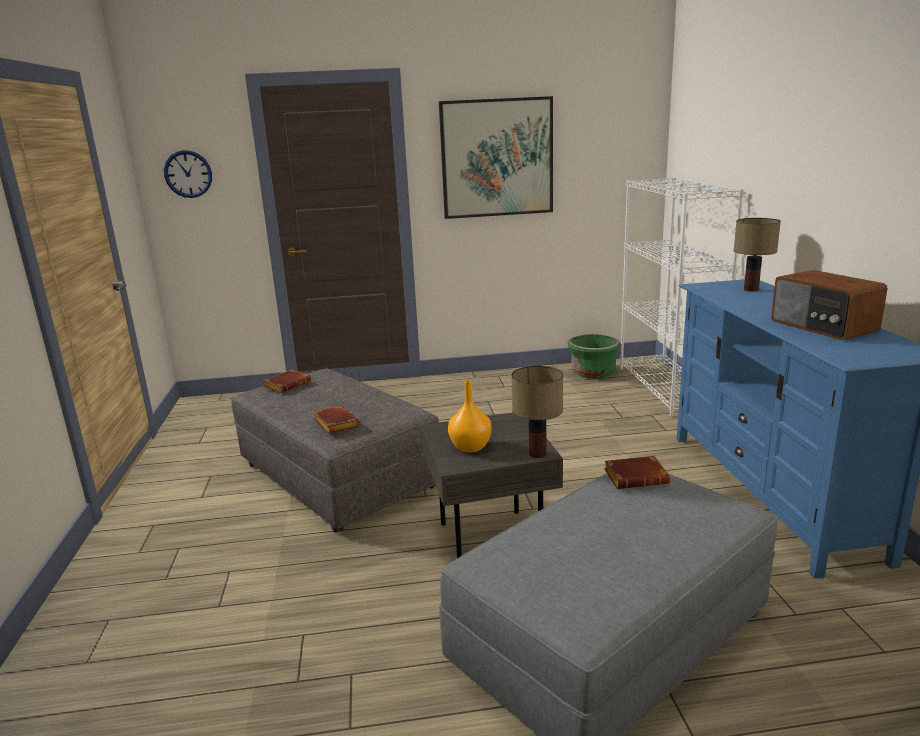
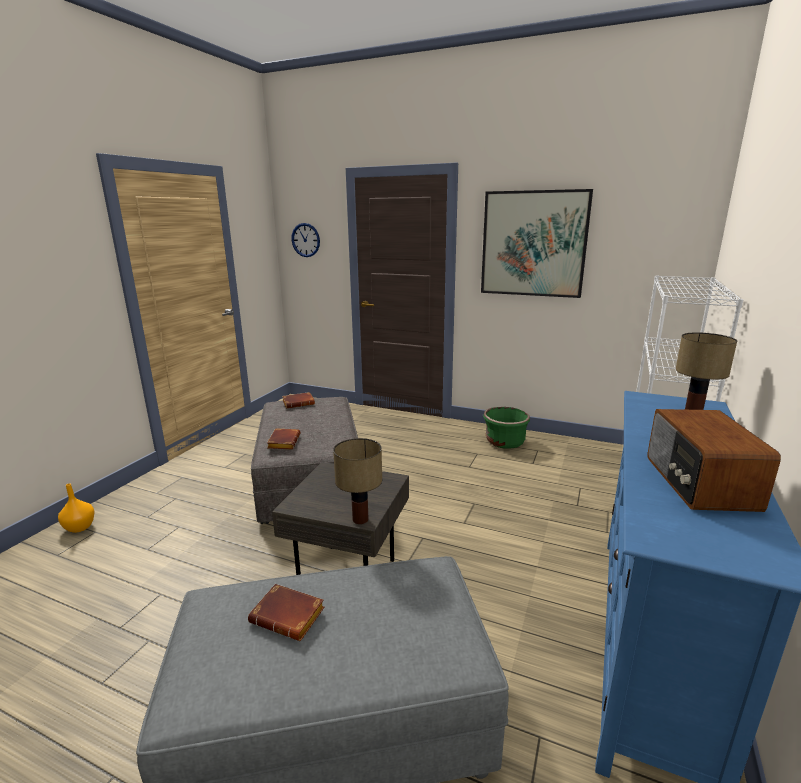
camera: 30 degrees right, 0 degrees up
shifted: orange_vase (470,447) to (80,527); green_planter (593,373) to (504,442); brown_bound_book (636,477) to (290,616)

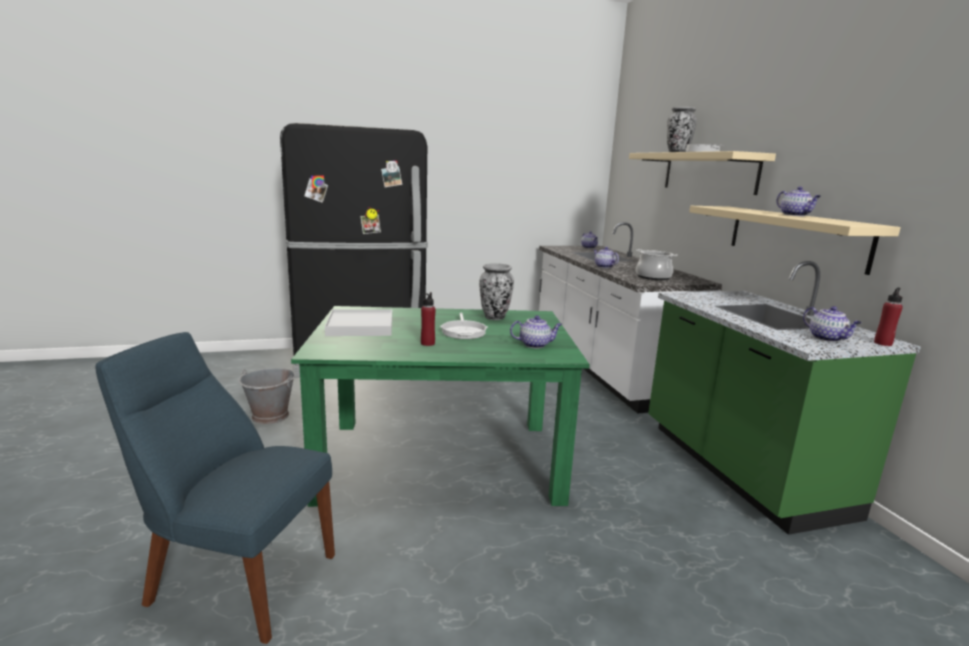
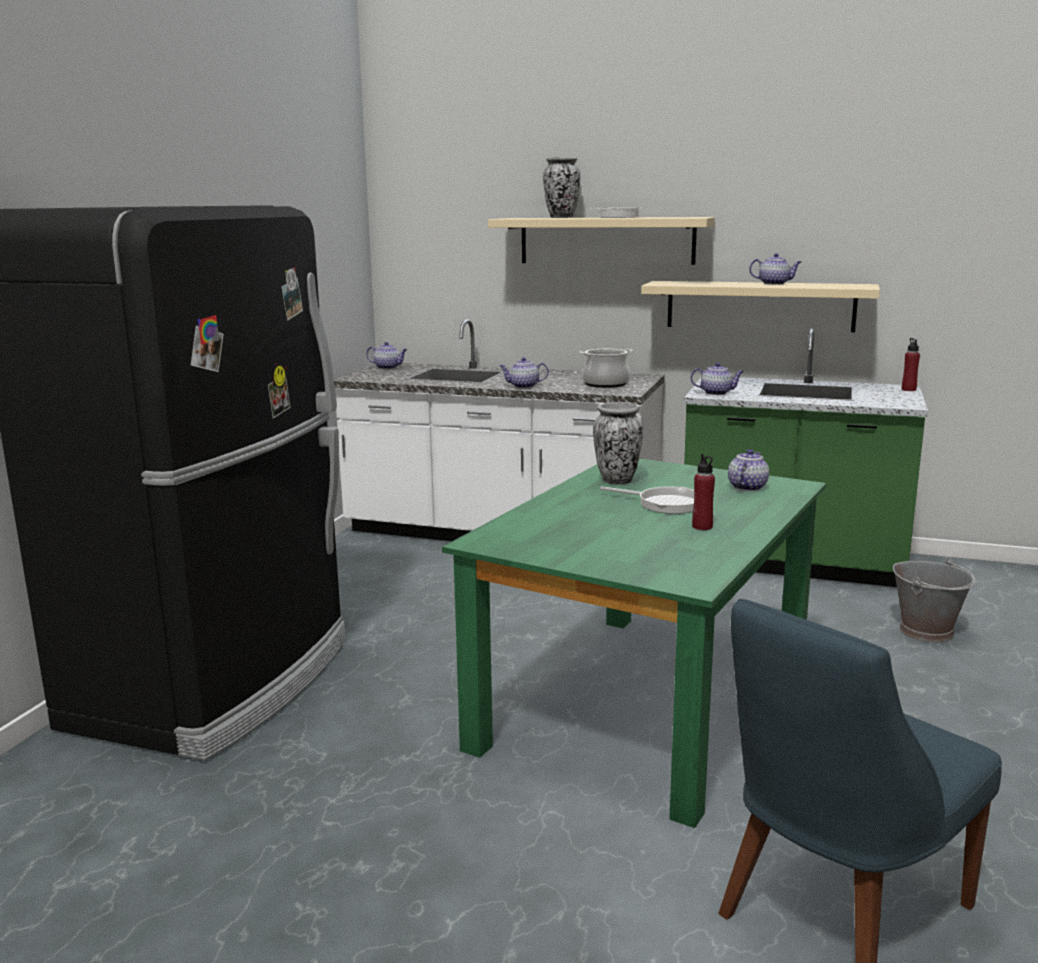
camera: 55 degrees left, 0 degrees up
gone: white-coloured_serving_tray (360,326)
shifted: greyish_bucket (270,416) to (926,631); teapot (827,338) to (716,393)

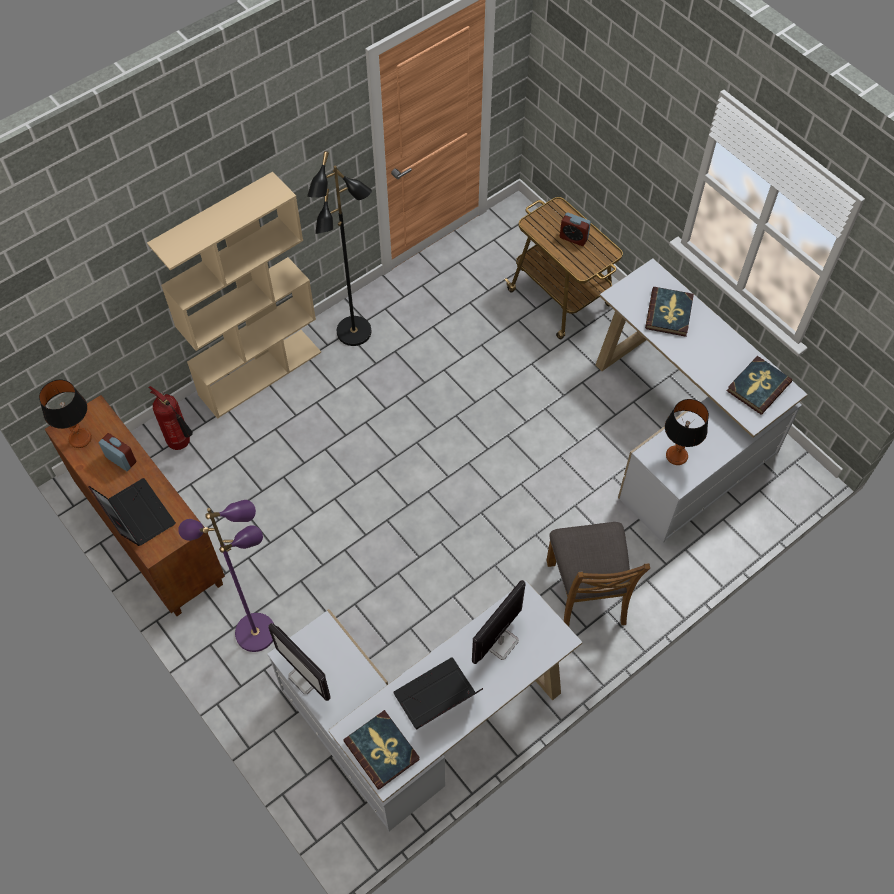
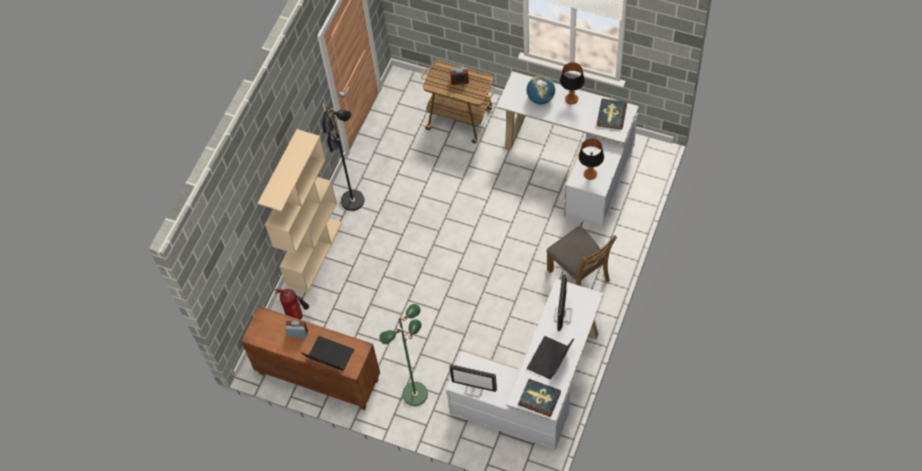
camera: 25 degrees left, 0 degrees up
shifted: tabletop_lamp (80,439) to (571,99)
swapped: bound_book (669,313) to desk_globe (540,98)
repainted: purple-coloured_standing_lamp (256,631) to green_standing_lamp (414,393)

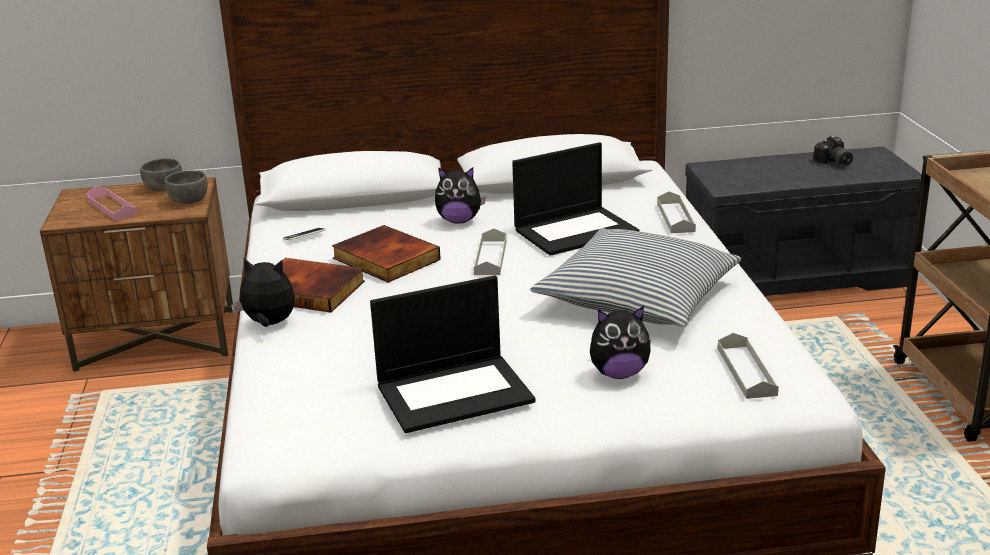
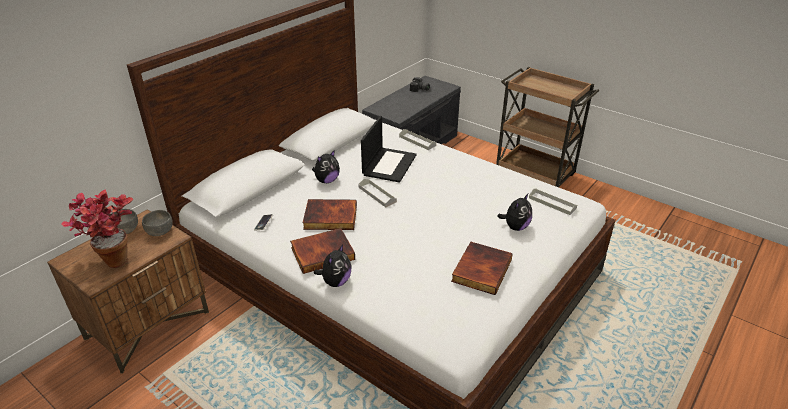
camera: 45 degrees left, 10 degrees up
gone: cushion (638,296)
swapped: pink-coloured_serving_tray (112,207) to plant_in_a_pot (113,258); laptop (455,392) to bound_book (480,270)
rotated: plush_toy (269,324) = (335,282) 150 degrees clockwise

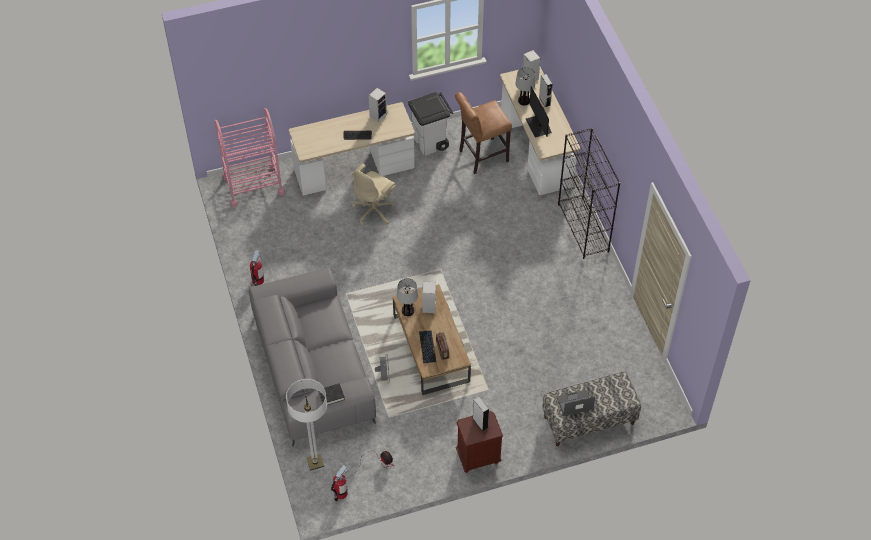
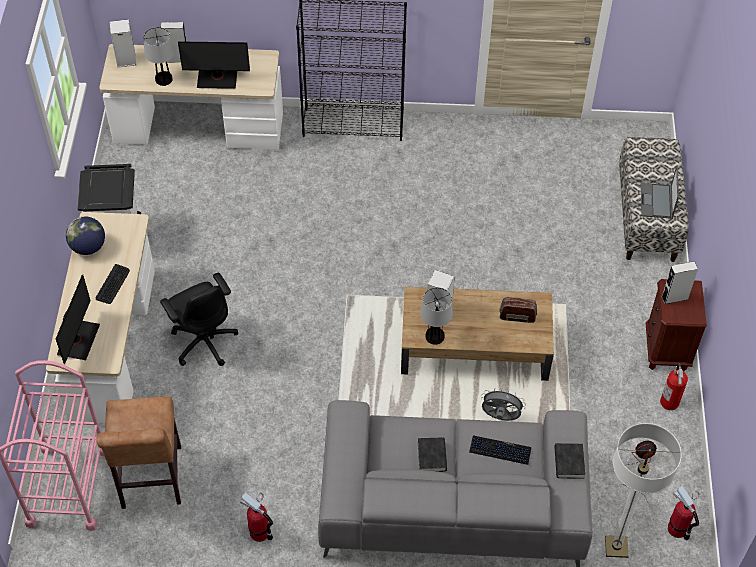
camera: 70 degrees left, 0 degrees up
new: computer_screen (78,340); black_bound_book (432,456); fire_extinguisher (670,402)
shifted: PC_keyboard (427,347) to (500,450); brown_stool (481,157) to (151,481)
swapped: speaker (378,115) to desk_globe (88,247)
repainted: sand-coloured_desk_chair (374,210) to black_desk_chair (204,341)

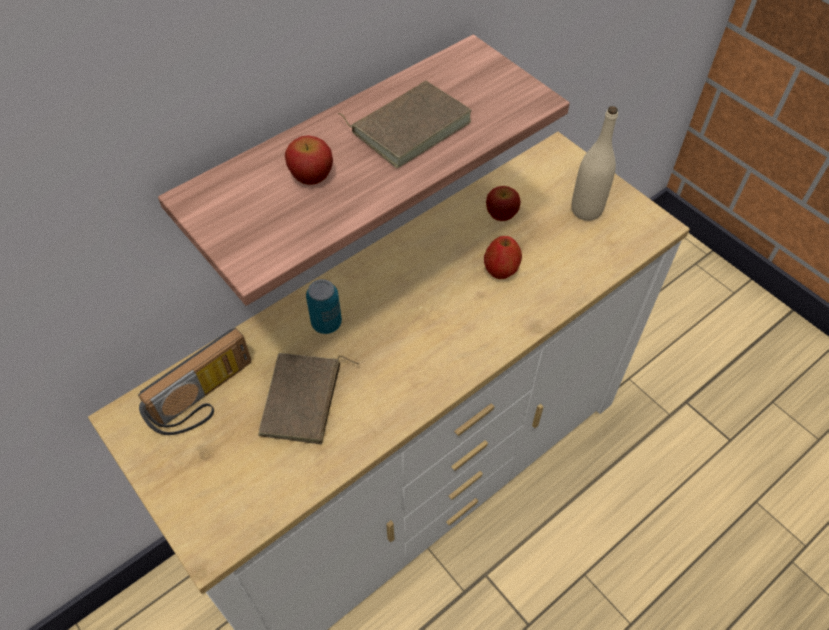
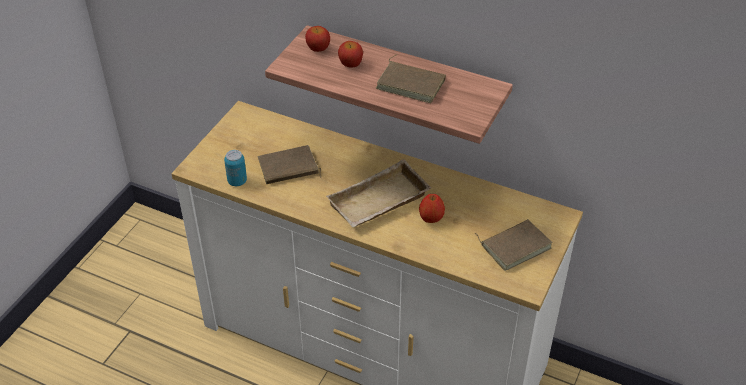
camera: 65 degrees right, 10 degrees down
gone: radio_receiver (206,399)
new: sand-coloured_serving_tray (379,203)
shifted: can (326,323) to (237,181); whole_apple (501,215) to (318,48)
swapped: sand-coloured_bottle (586,210) to brown_bound_book (515,245)

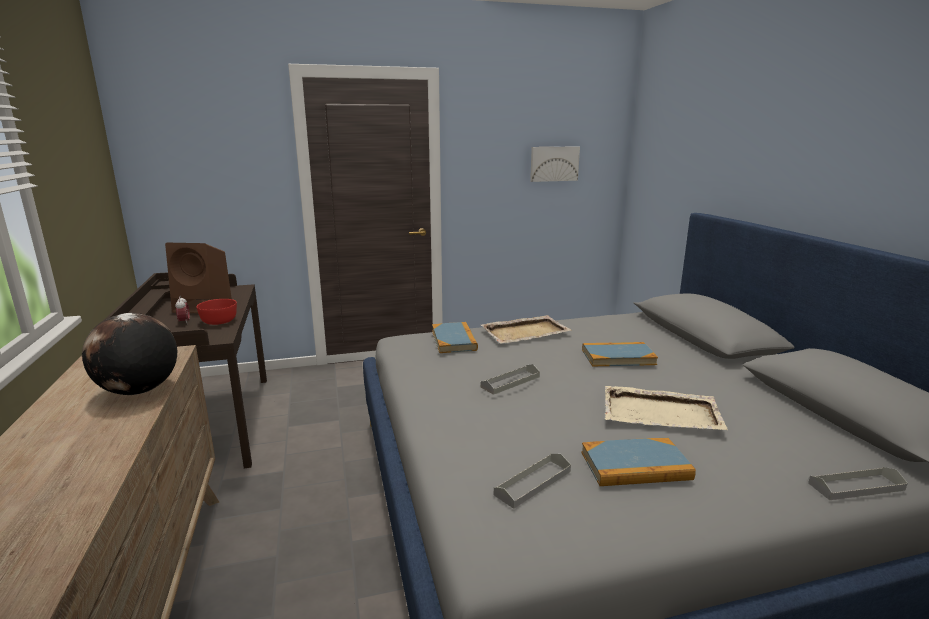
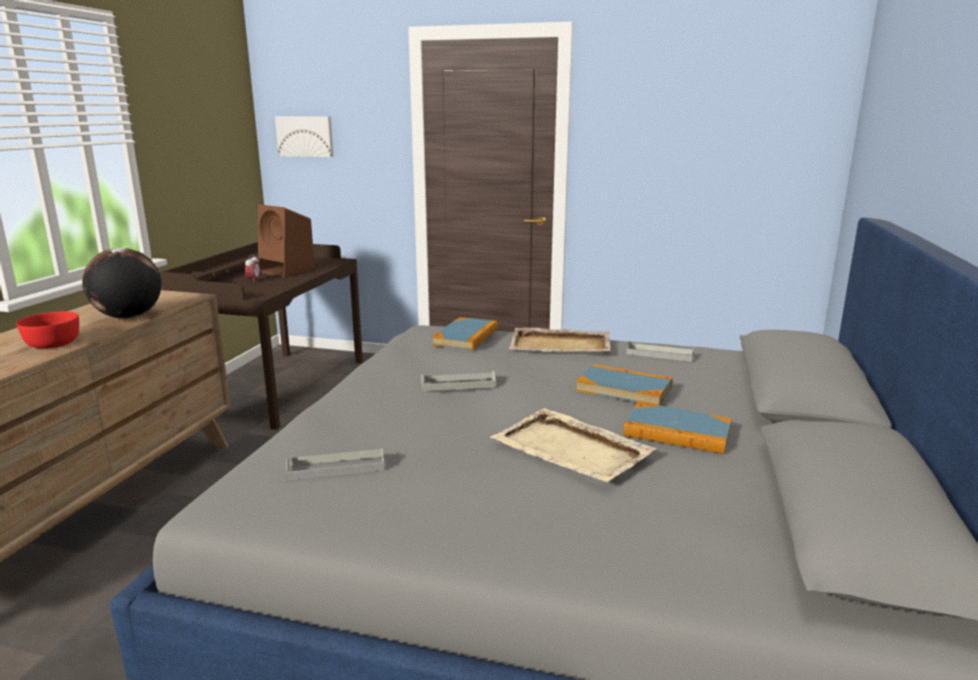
camera: 30 degrees right, 0 degrees up
shifted: red-coloured_deep_dish (218,321) to (52,344); wall_picture (554,163) to (305,136); bound_book (635,466) to (677,432); greyish_serving_tray (856,486) to (659,354)

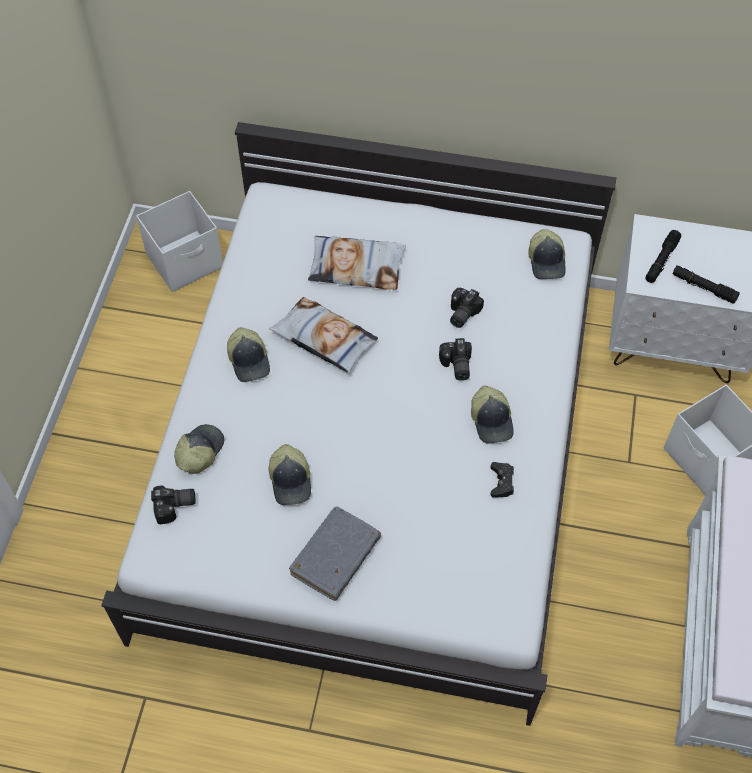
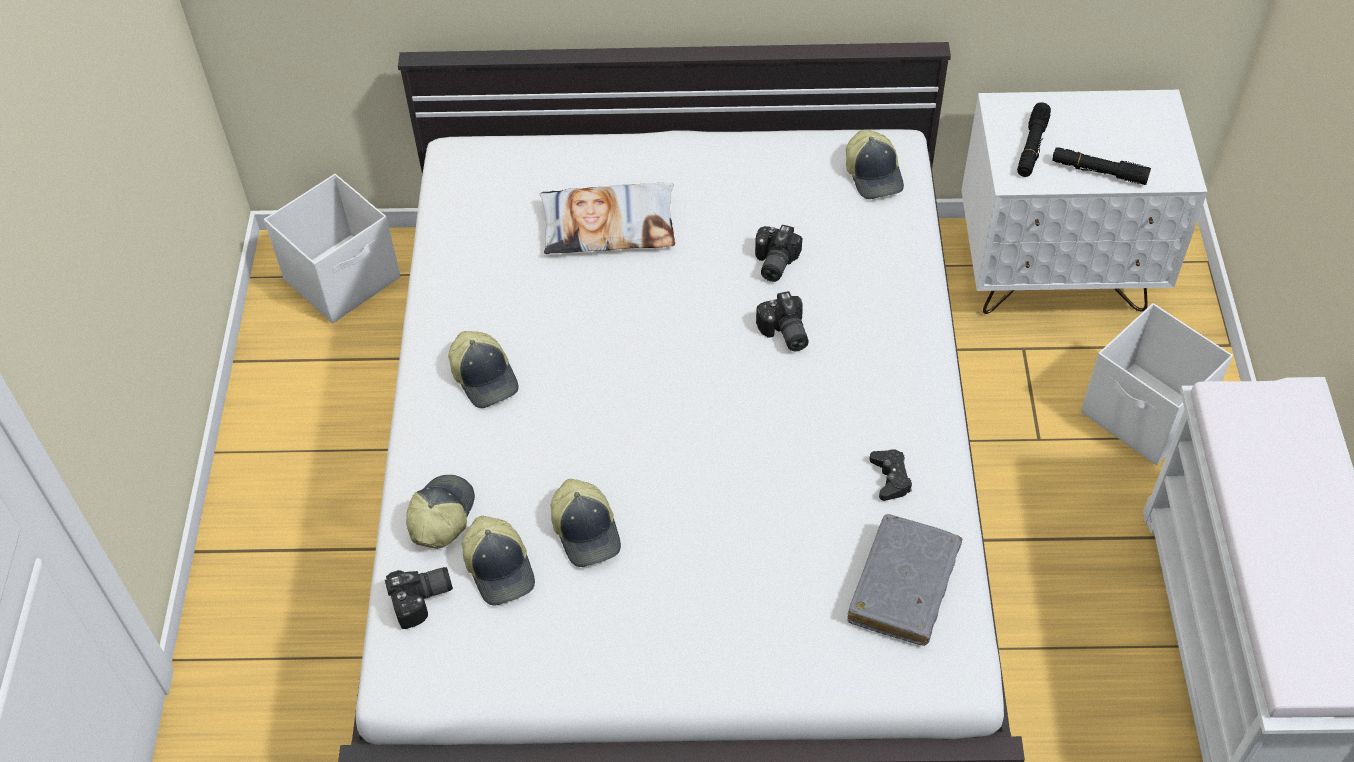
camera: 10 degrees left, 5 degrees down
gone: cushion (323,339)
shifted: greyish_bound_book (335,557) to (903,586); baseball_cap (492,420) to (500,568)

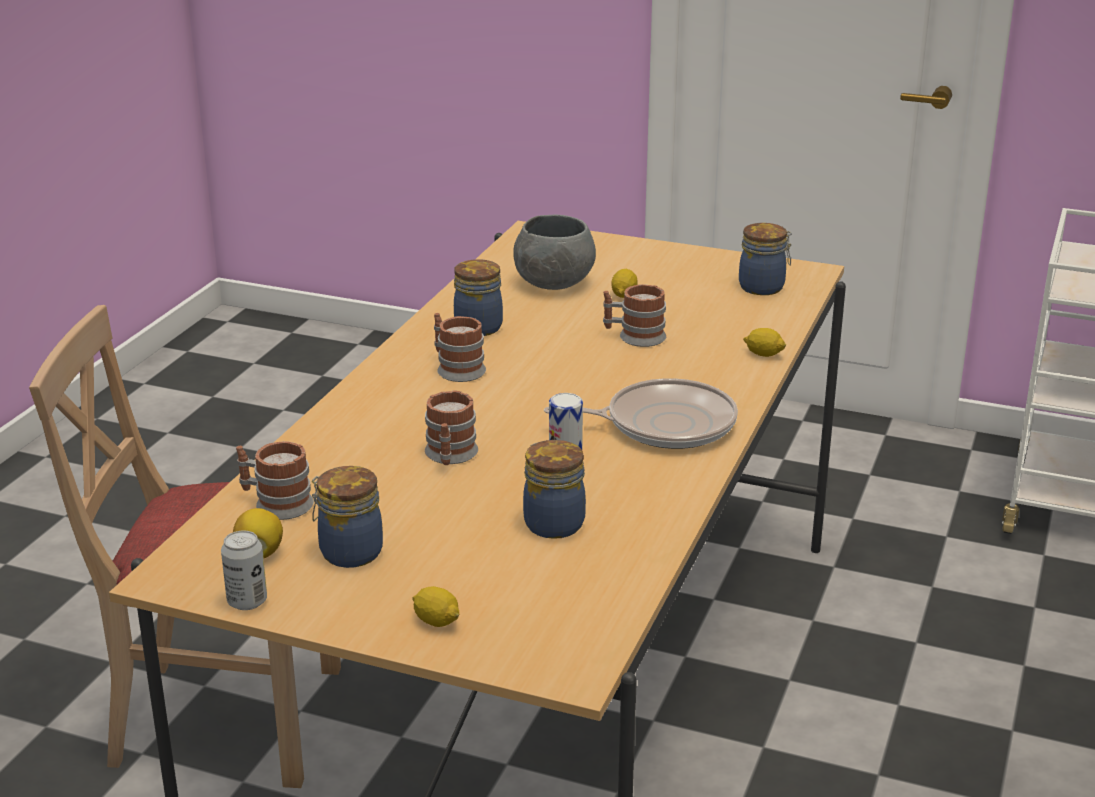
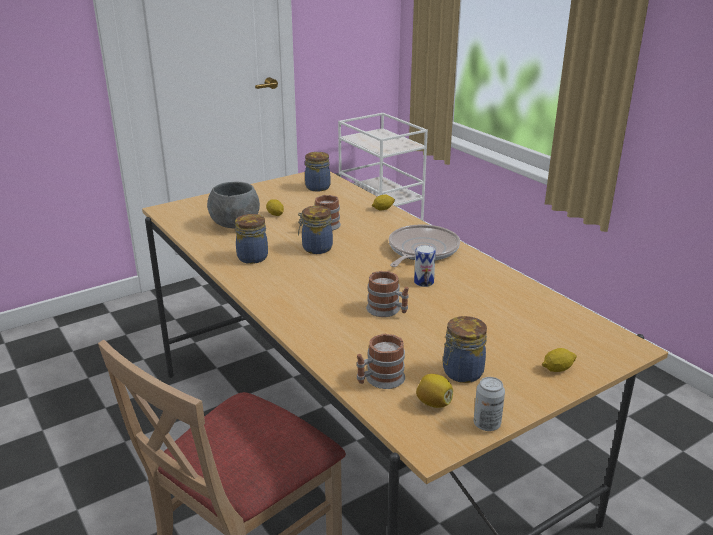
camera: 55 degrees left, 0 degrees up
gone: coffee_mug (456,368)
shifted: storage_jar (552,523) to (315,248)

